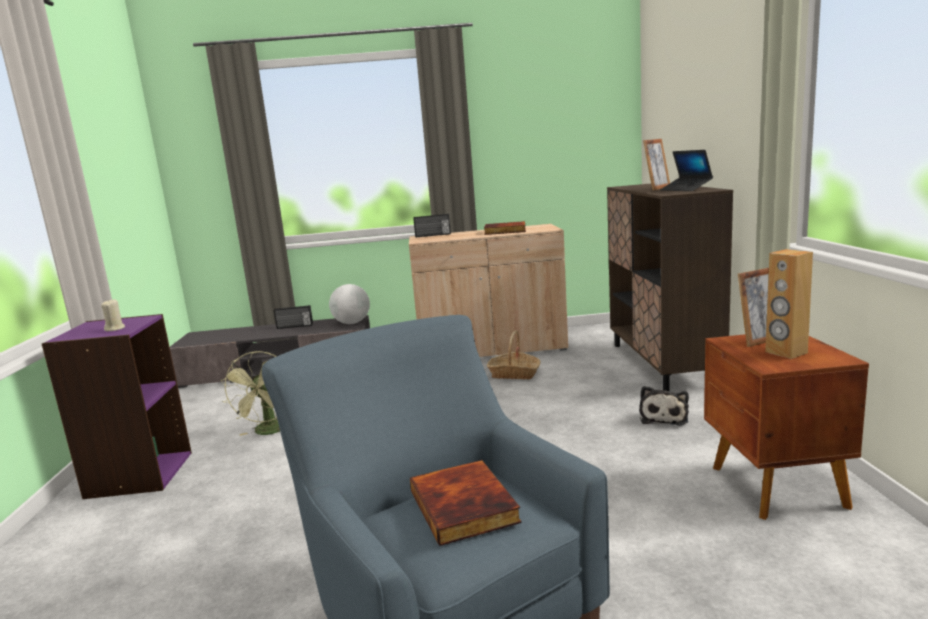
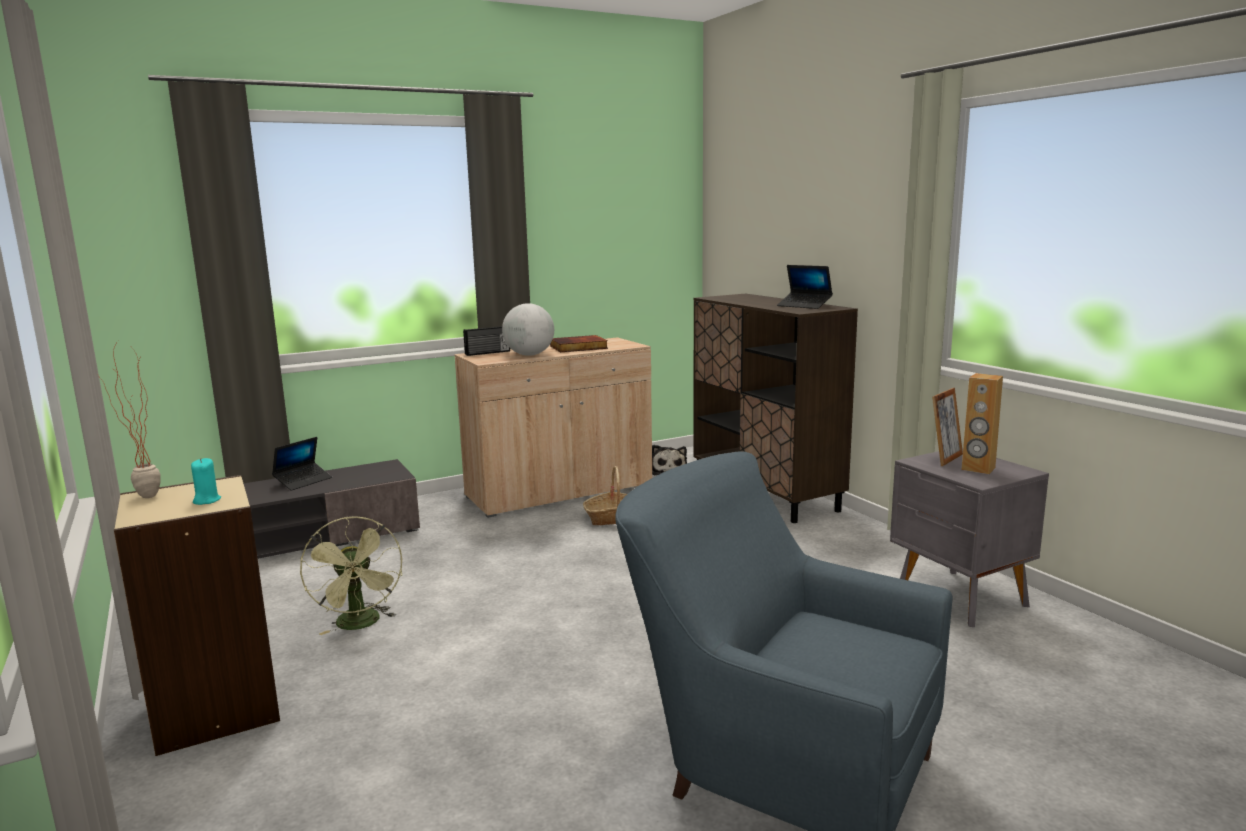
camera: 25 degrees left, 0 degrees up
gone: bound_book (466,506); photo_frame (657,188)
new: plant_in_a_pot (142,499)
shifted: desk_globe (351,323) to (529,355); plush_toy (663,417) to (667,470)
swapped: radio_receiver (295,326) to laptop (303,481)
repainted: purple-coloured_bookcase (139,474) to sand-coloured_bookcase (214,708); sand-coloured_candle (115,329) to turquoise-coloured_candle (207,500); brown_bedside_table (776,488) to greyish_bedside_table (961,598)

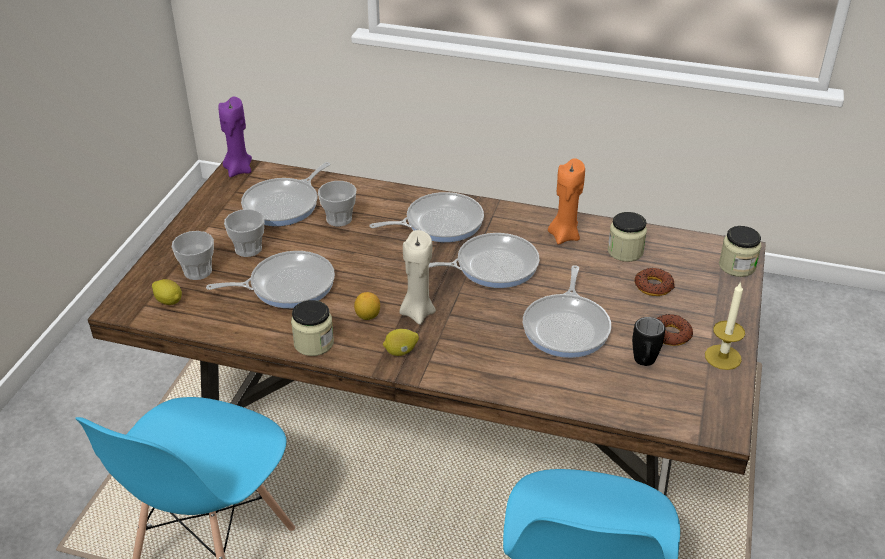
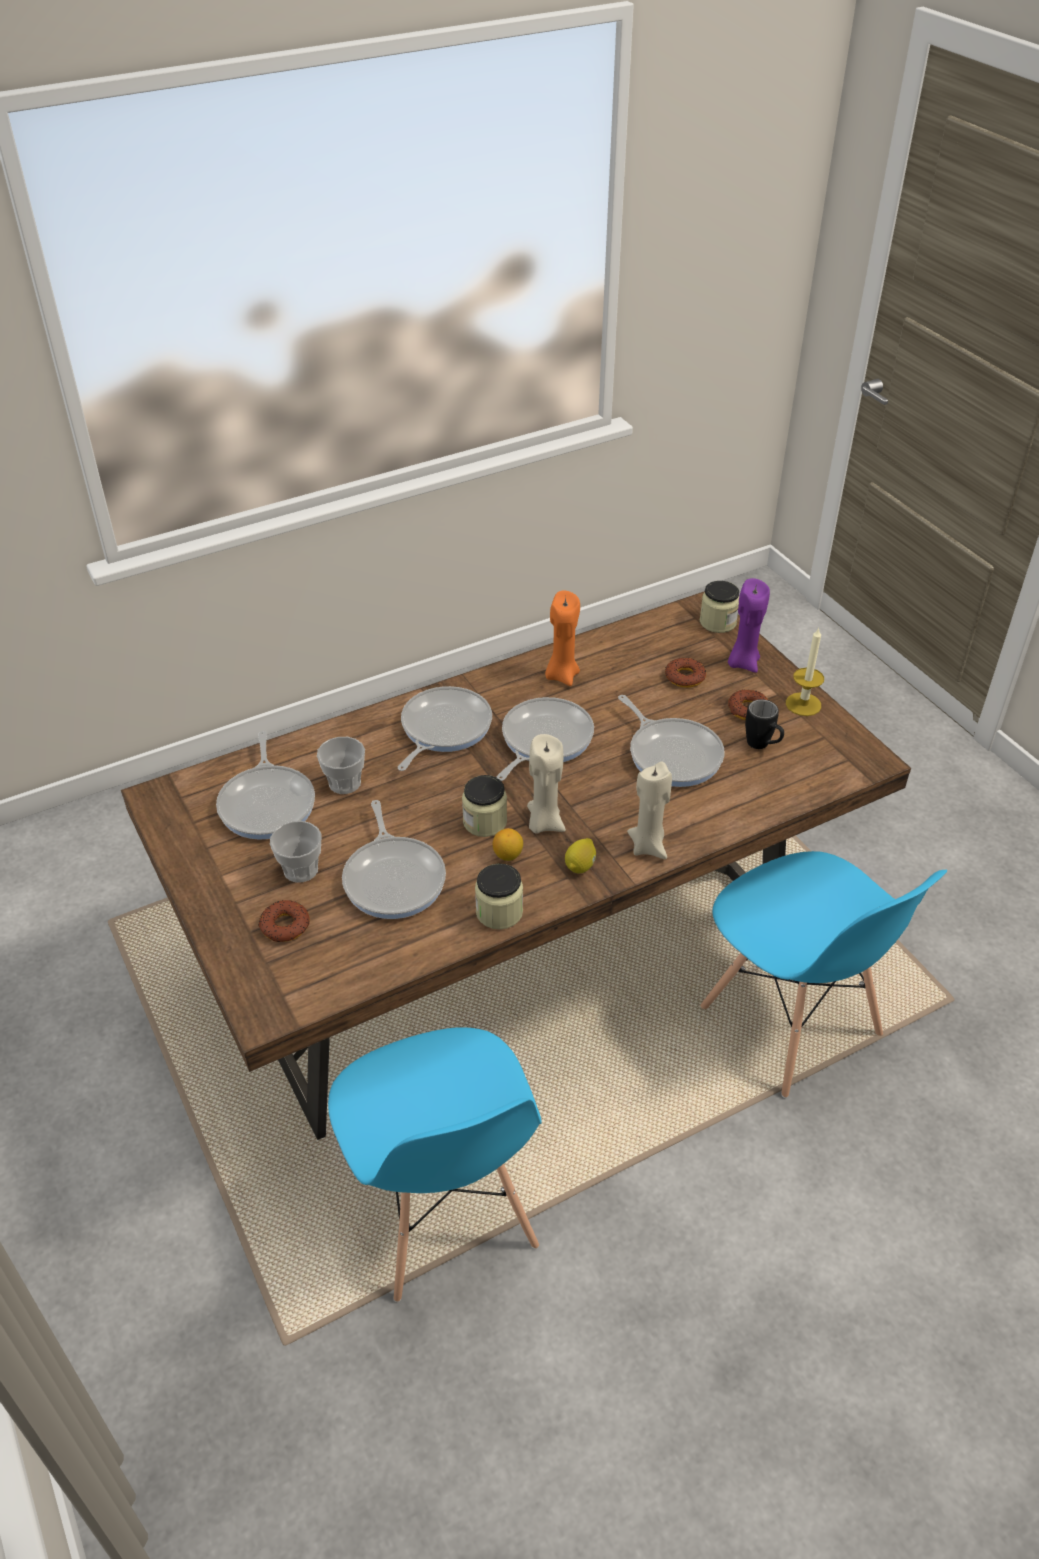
camera: 45 degrees left, 5 degrees up
gone: whole_lemon (169,301)
new: sand-coloured_candle (648,846)
shifted: purple-coloured_candle (238,170) to (743,663); storage_jar (625,251) to (485,822)
swapped: drinking_cup (198,271) to doughnut (285,926)
rotated: pan (287,285) = (394,878) 135 degrees clockwise

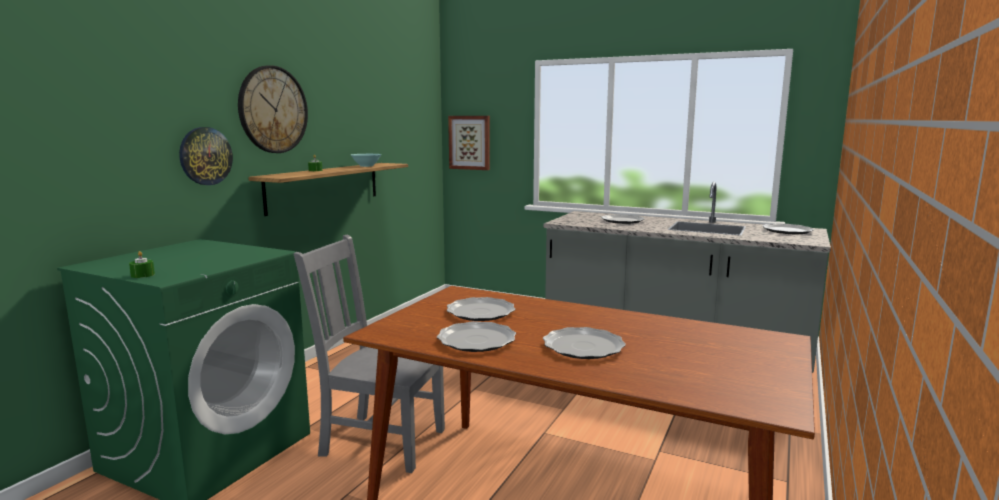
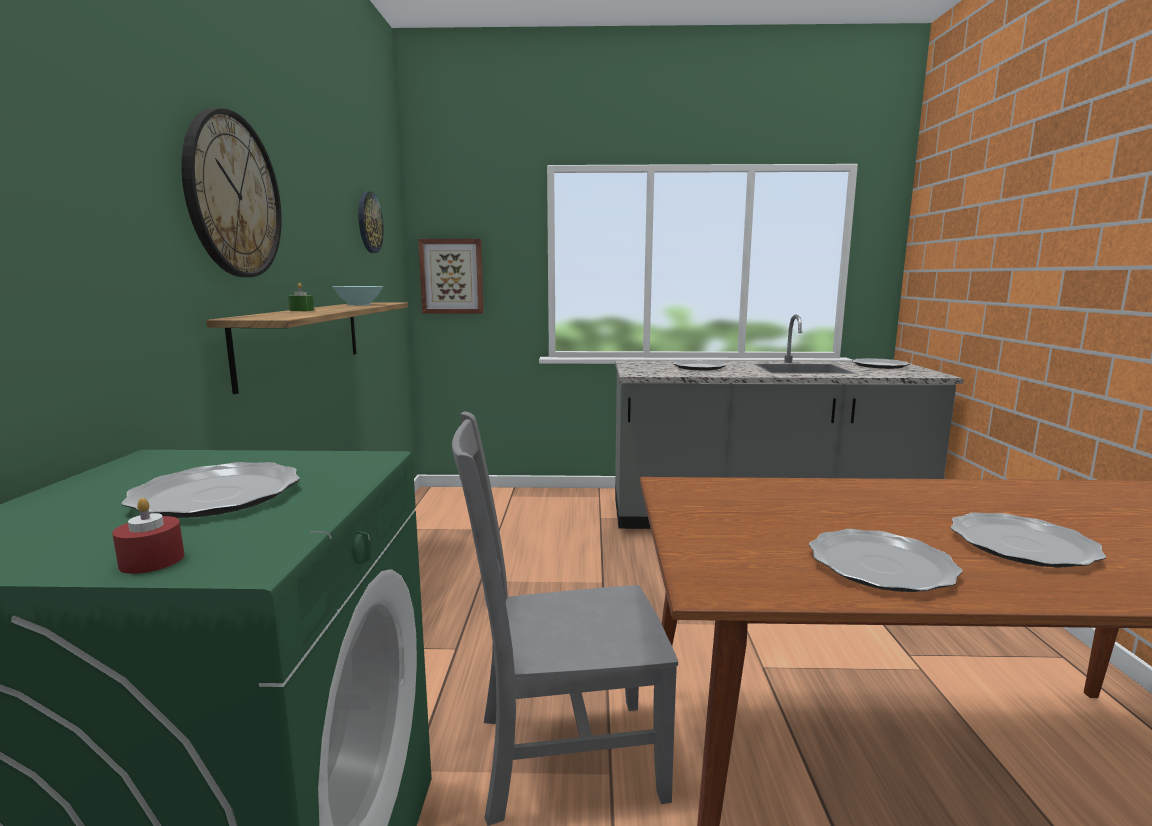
camera: 25 degrees left, 0 degrees up
shifted: wall_clock (205,156) to (369,222); dinner_plate (480,312) to (216,495)
repainted: green_candle (142,275) to red-coloured_candle (152,560)

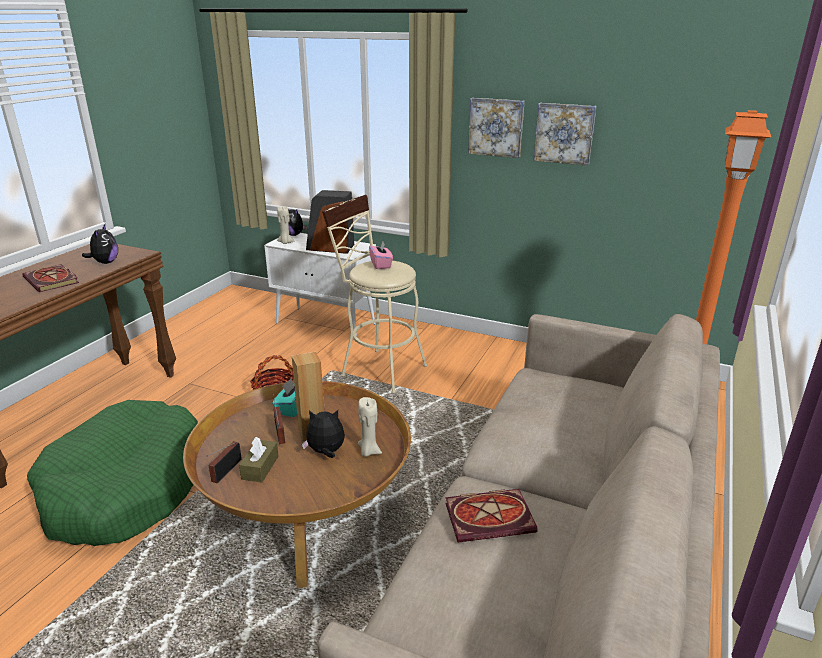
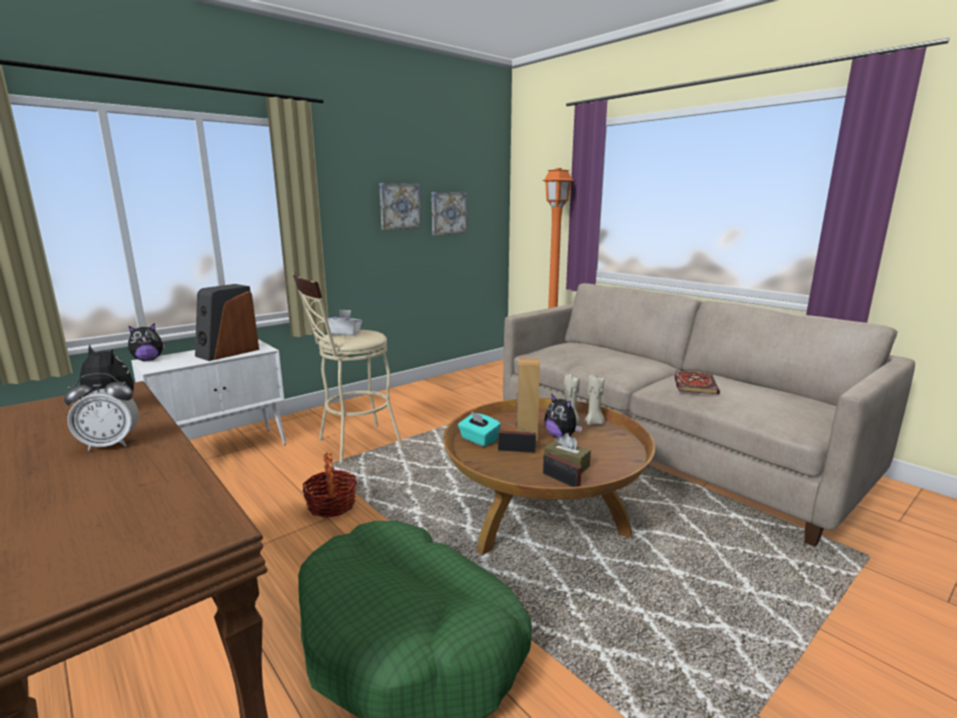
camera: 65 degrees left, 10 degrees down
shifted: sand-coloured_candle (285,242) to (594,423); wall_picture (496,127) to (448,213)
swapped: bound_book (53,281) to bedside_clock (110,445)
repainted: pink-coloured_tissue_holder (381,264) to white-coloured_tissue_holder (345,333)
rotated: plush_toy (326,452) = (561,436) 60 degrees counterclockwise

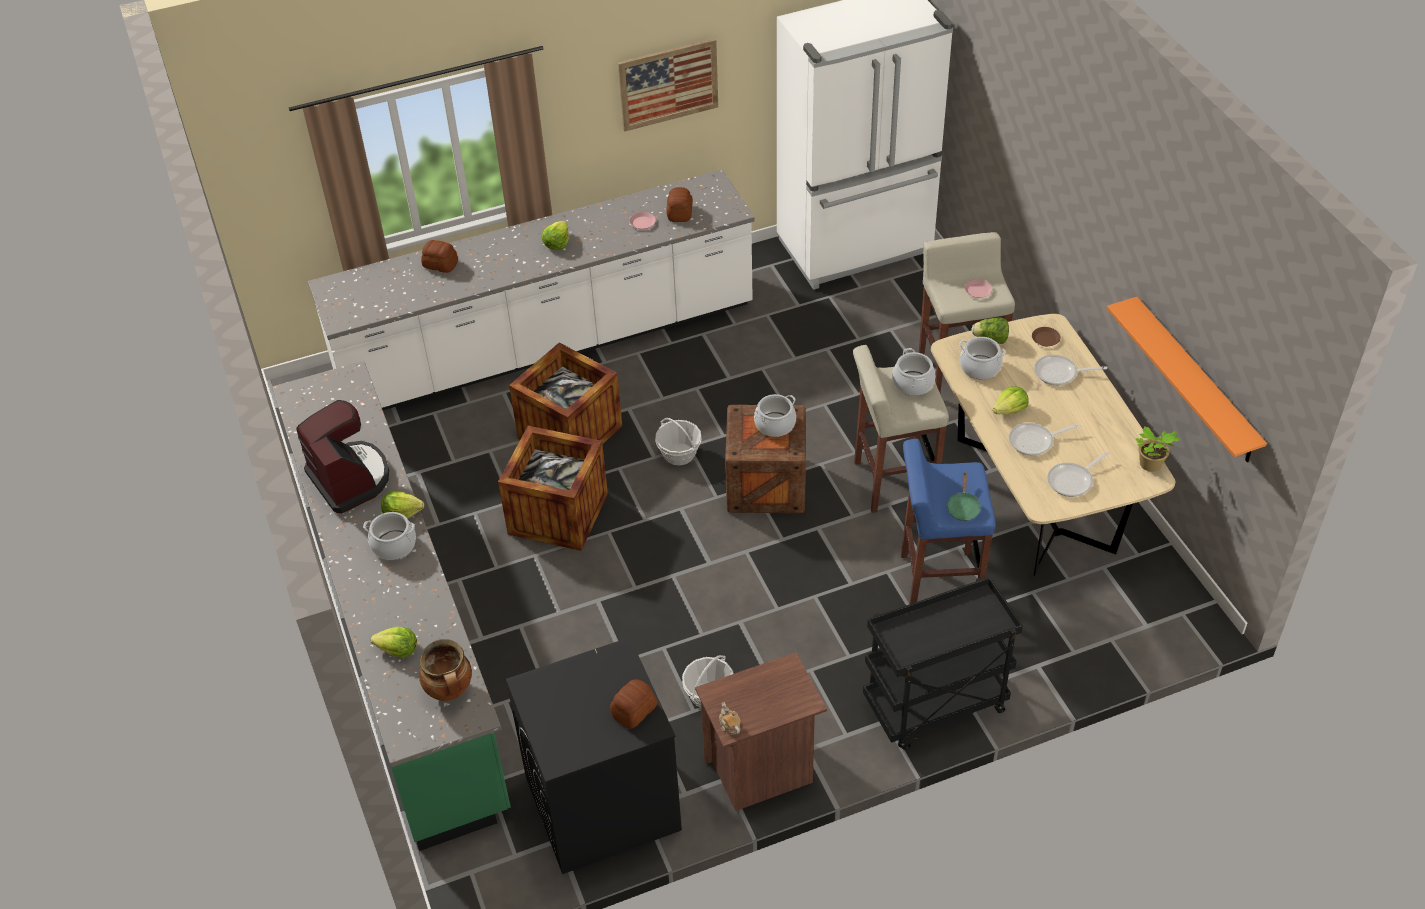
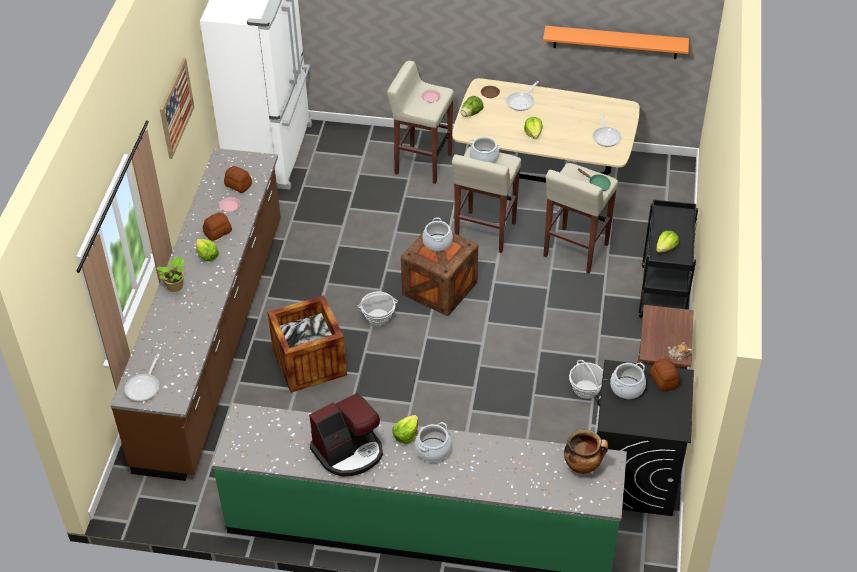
camera: 60 degrees left, 0 degrees up
gone: shipping_crate (558,514)
shifted: head_of_lettuce (398,650) to (666,248); baked_bread (440,264) to (217,232); stockpot (980,368) to (627,388); pan (1035,441) to (144,387); plant_in_a_pot (1150,465) to (176,287)
repainted: white-coloured_kitchen_base_unit (547,345) to brown_kitchen_base_unit (214,340); blue-coloured_stool (937,581) to sand-coloured_stool (575,251)
rotated: coffee_machine (350,478) = (349,451) 150 degrees clockwise

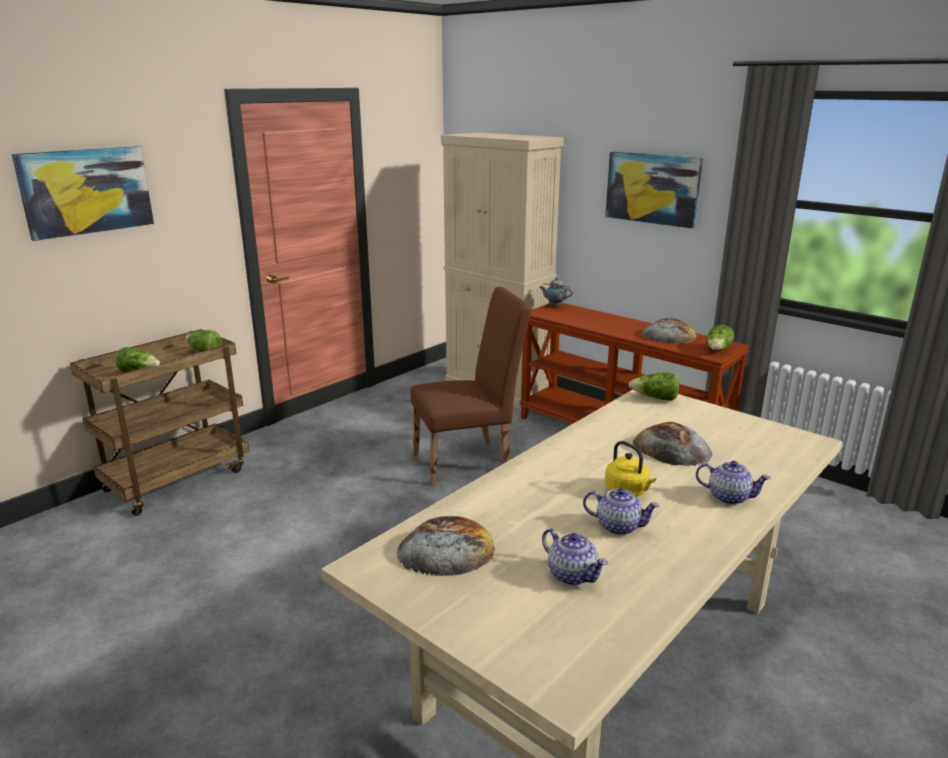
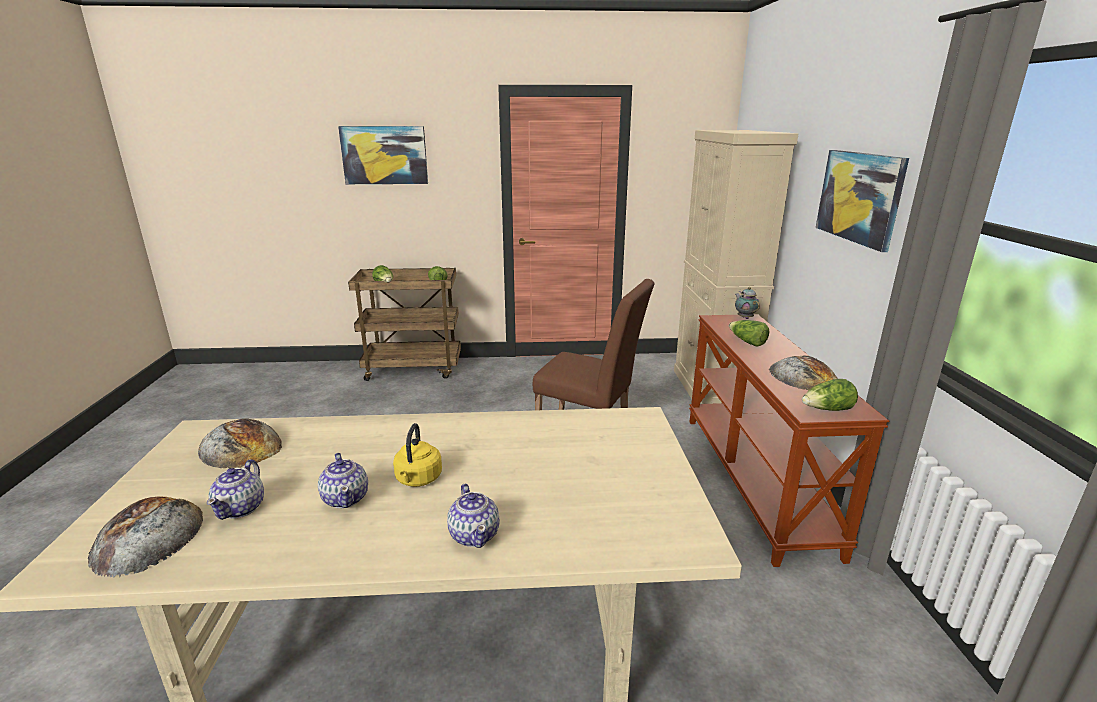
camera: 45 degrees right, 0 degrees up
shifted: head_of_lettuce (655,398) to (747,342); baked_bread (671,448) to (148,536)

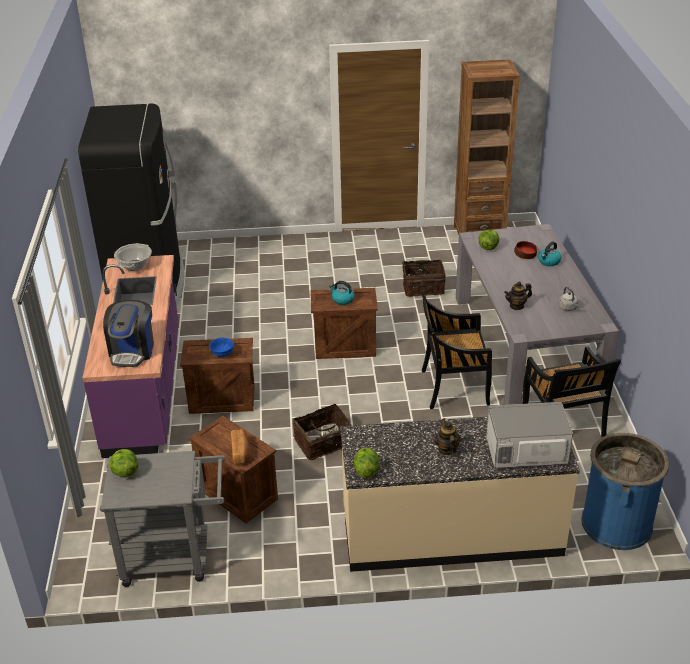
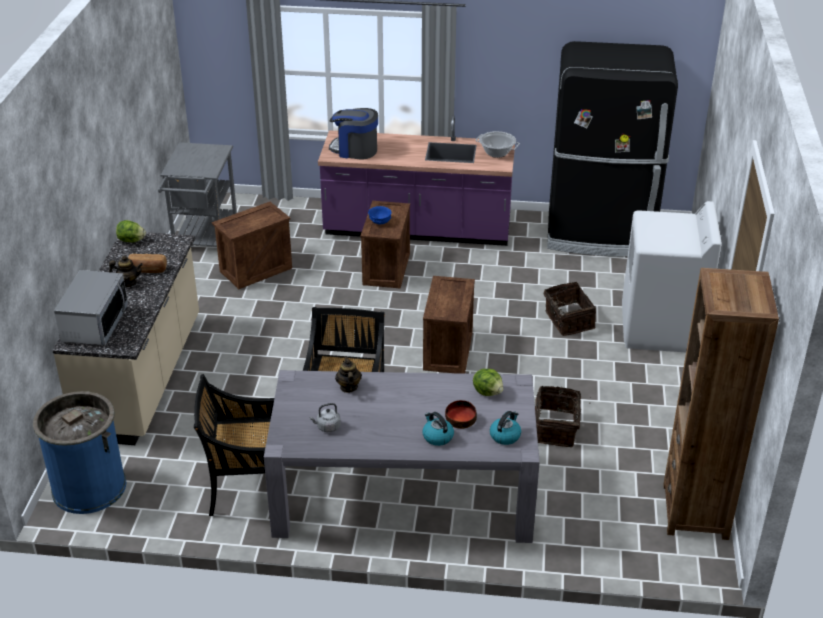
camera: 100 degrees right, 0 degrees up
gone: head_of_lettuce (125,472)
new: white-coloured_washing_machine (661,329)
shifted: baked_bread (241,452) to (147,270); basket (323,443) to (567,321); water_kettle (342,299) to (505,436)

